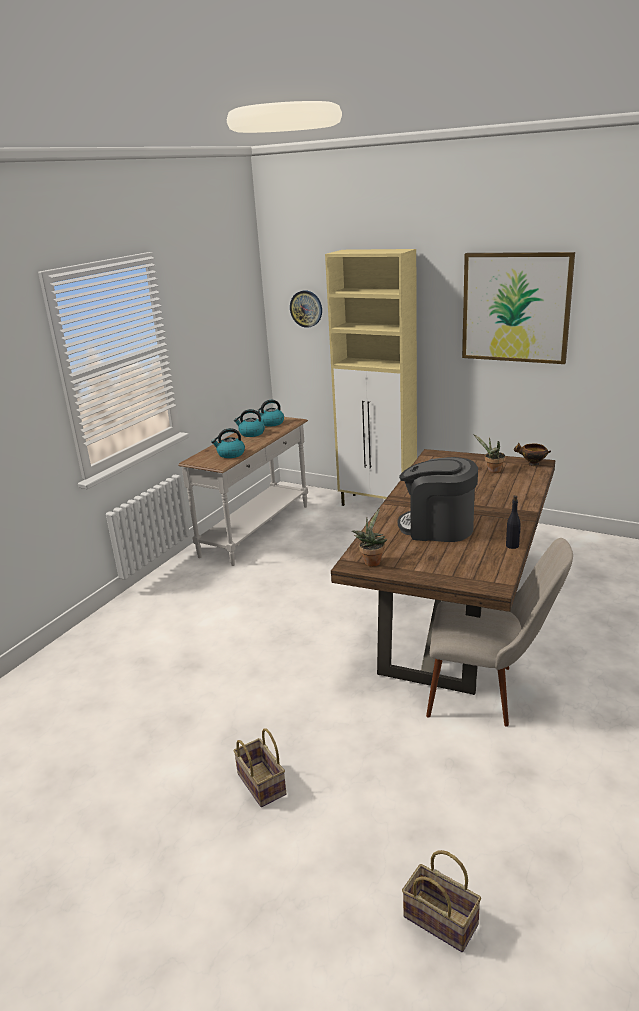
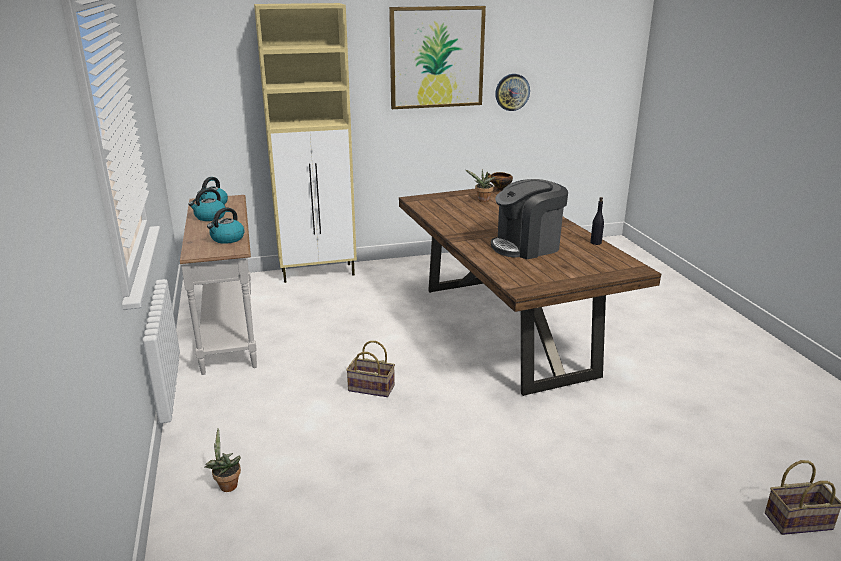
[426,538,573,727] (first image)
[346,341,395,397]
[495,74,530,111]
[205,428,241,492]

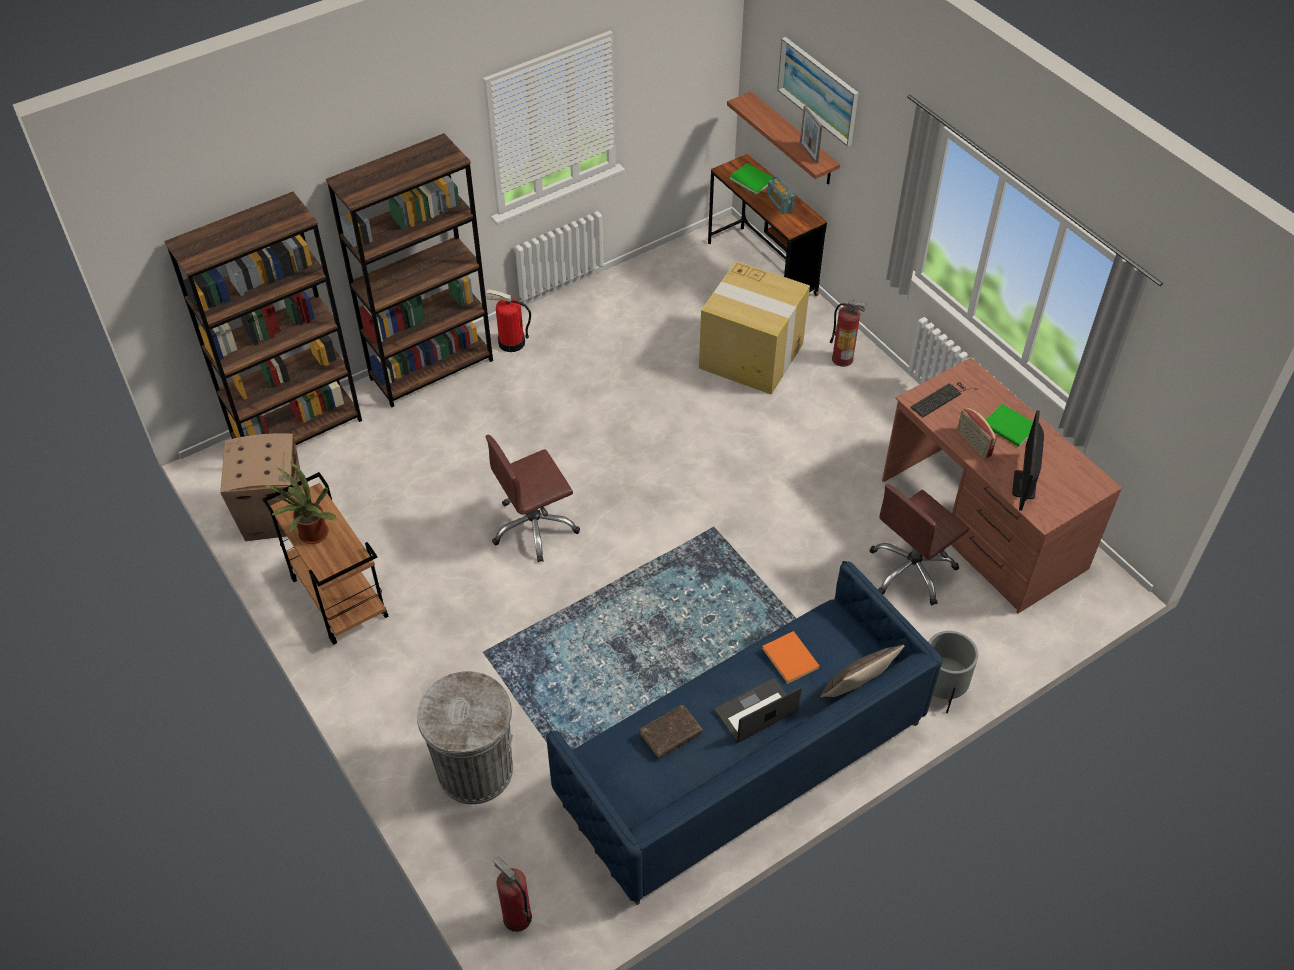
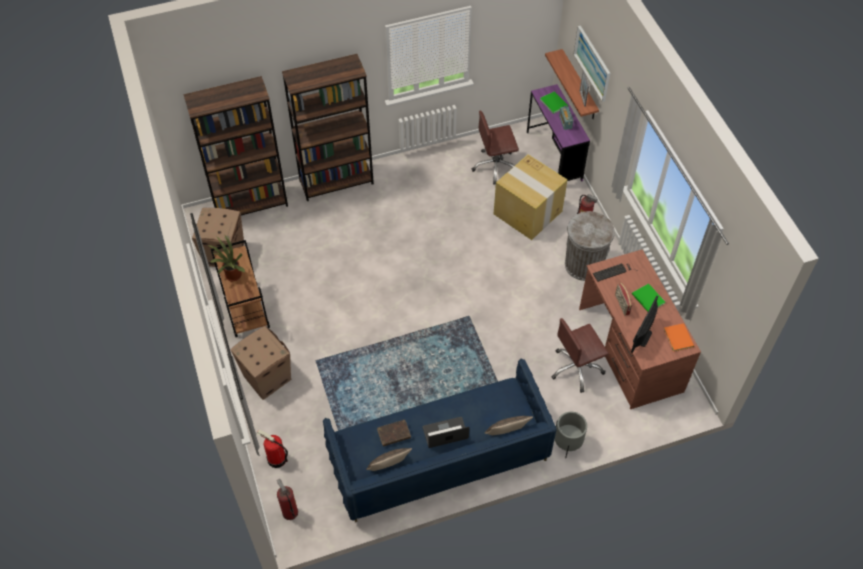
[230,326,292,400]
[367,448,412,471]
[565,211,615,281]
[257,429,288,468]
[472,110,519,185]
[664,323,694,352]
[527,84,590,181]

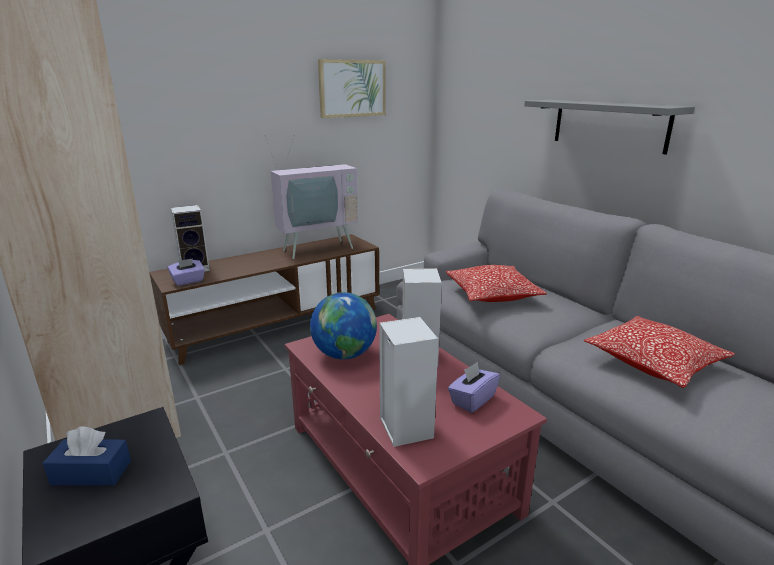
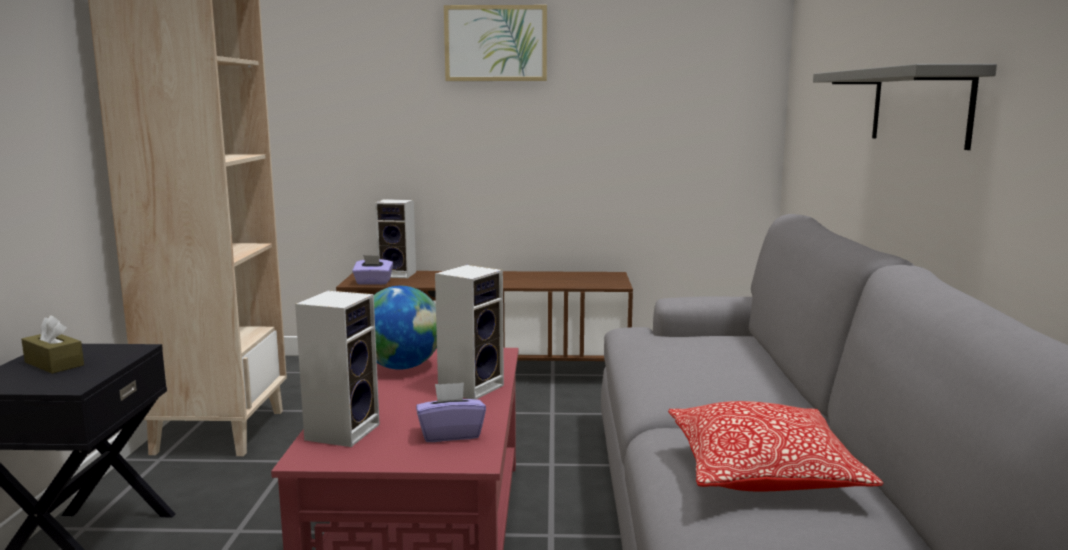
[265,135,358,259] (first image)
[446,265,546,302] (first image)
[444,5,547,81]
[21,315,84,374]

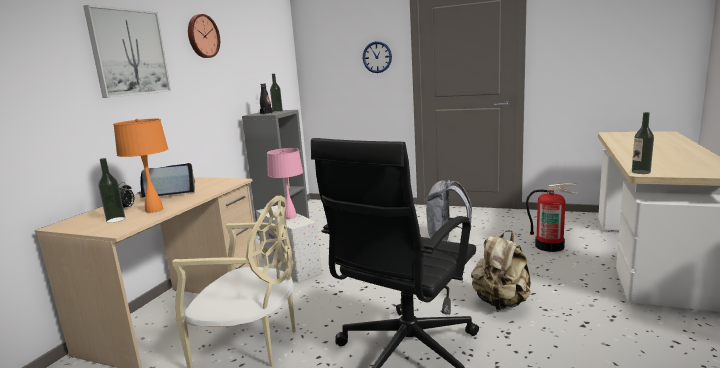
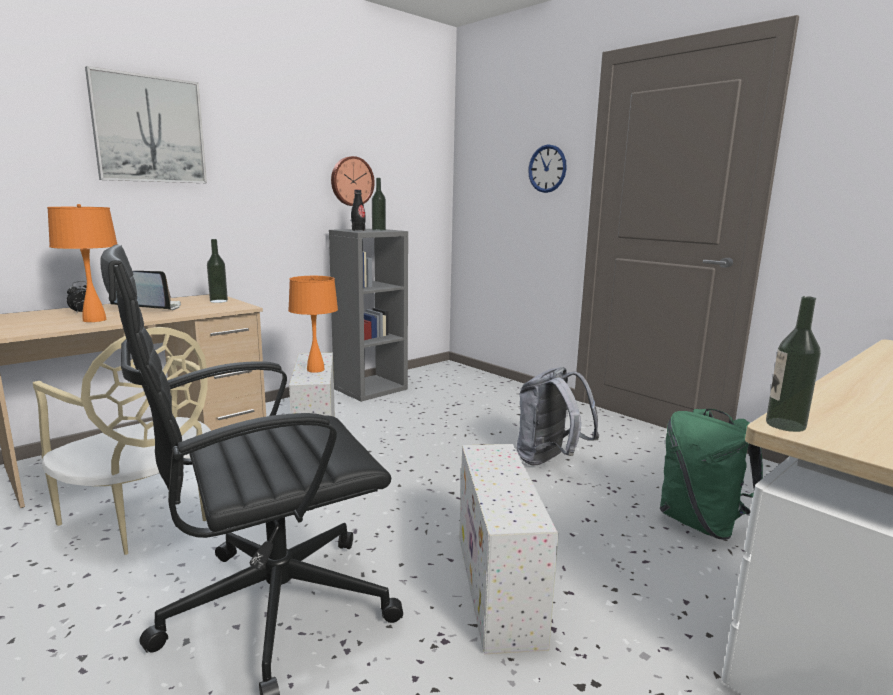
[207,239,228,303]
[331,156,375,206]
[459,444,559,654]
[660,408,763,540]
[288,276,338,373]

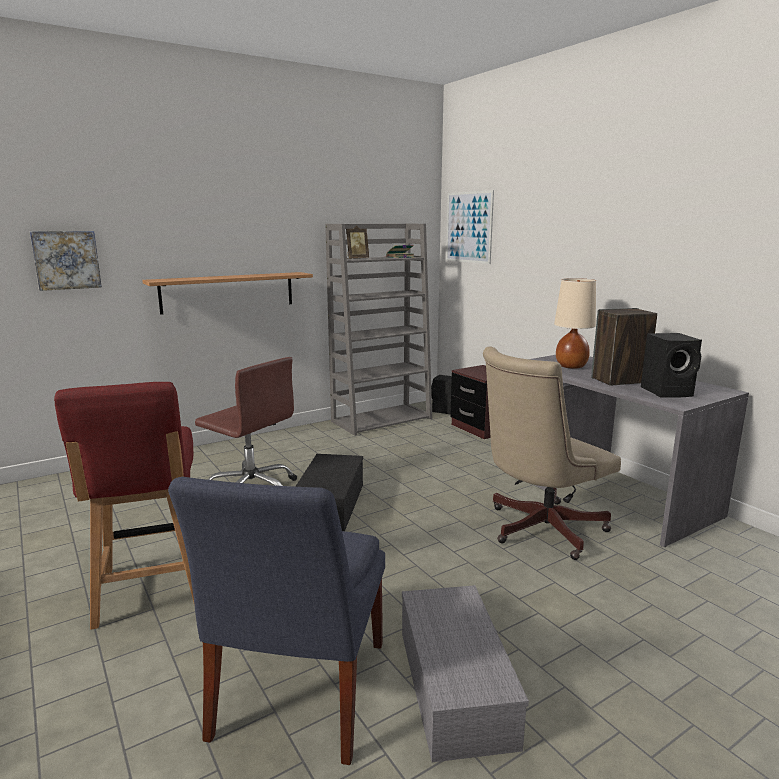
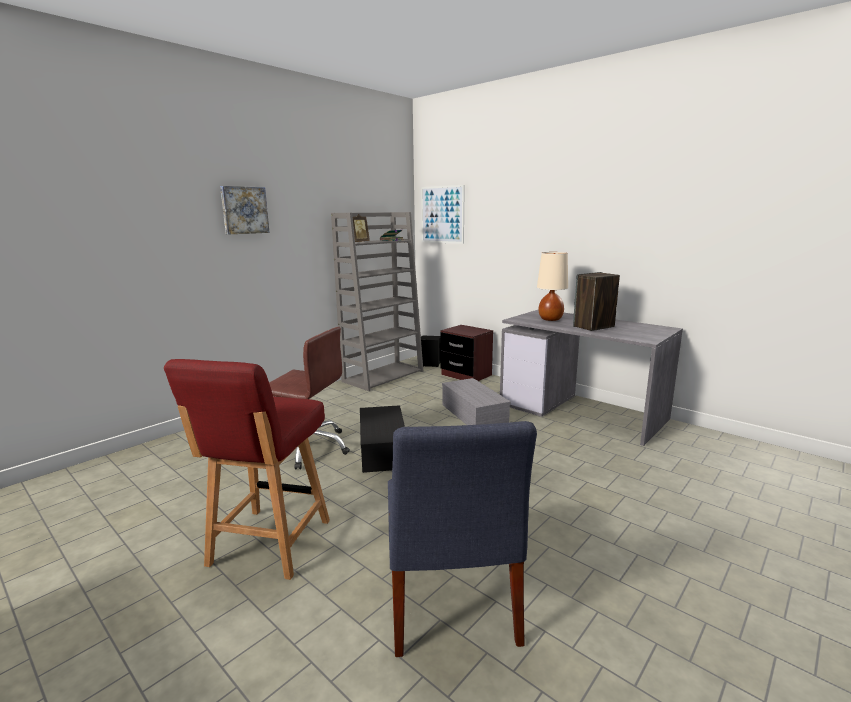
[142,272,313,315] (first image)
[483,346,621,560] (first image)
[641,333,702,398] (first image)
[220,186,270,234]
[442,378,511,425]
[164,359,330,580]

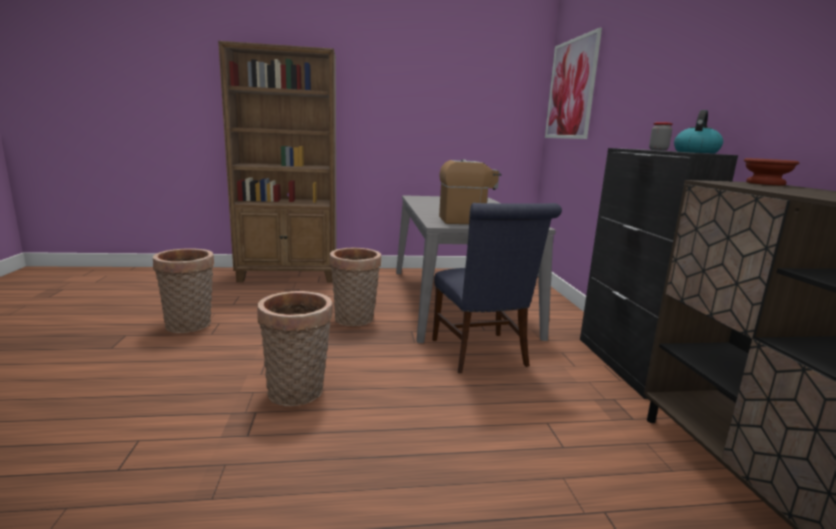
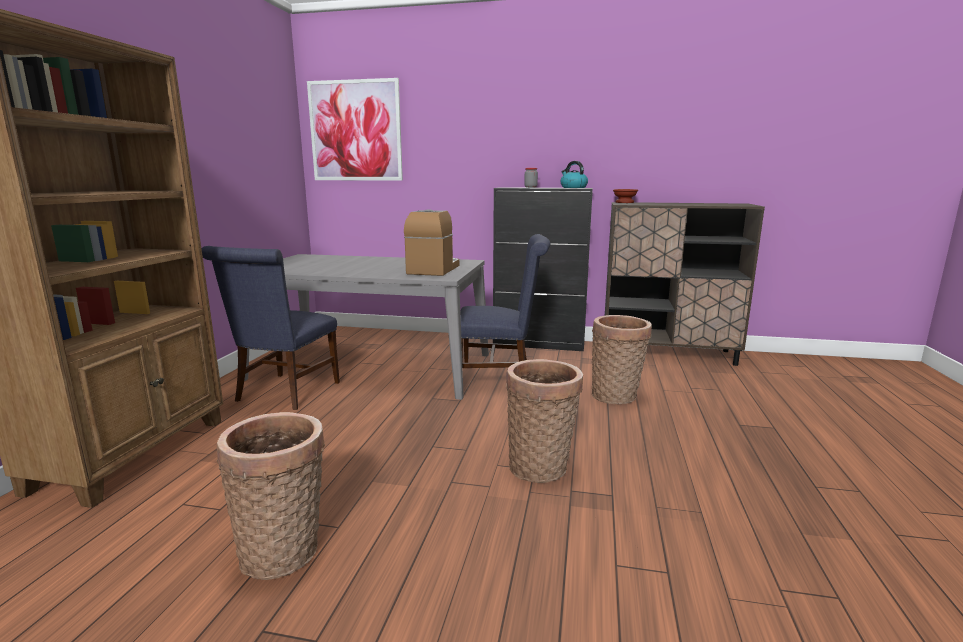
[201,246,340,410]
[592,315,652,404]

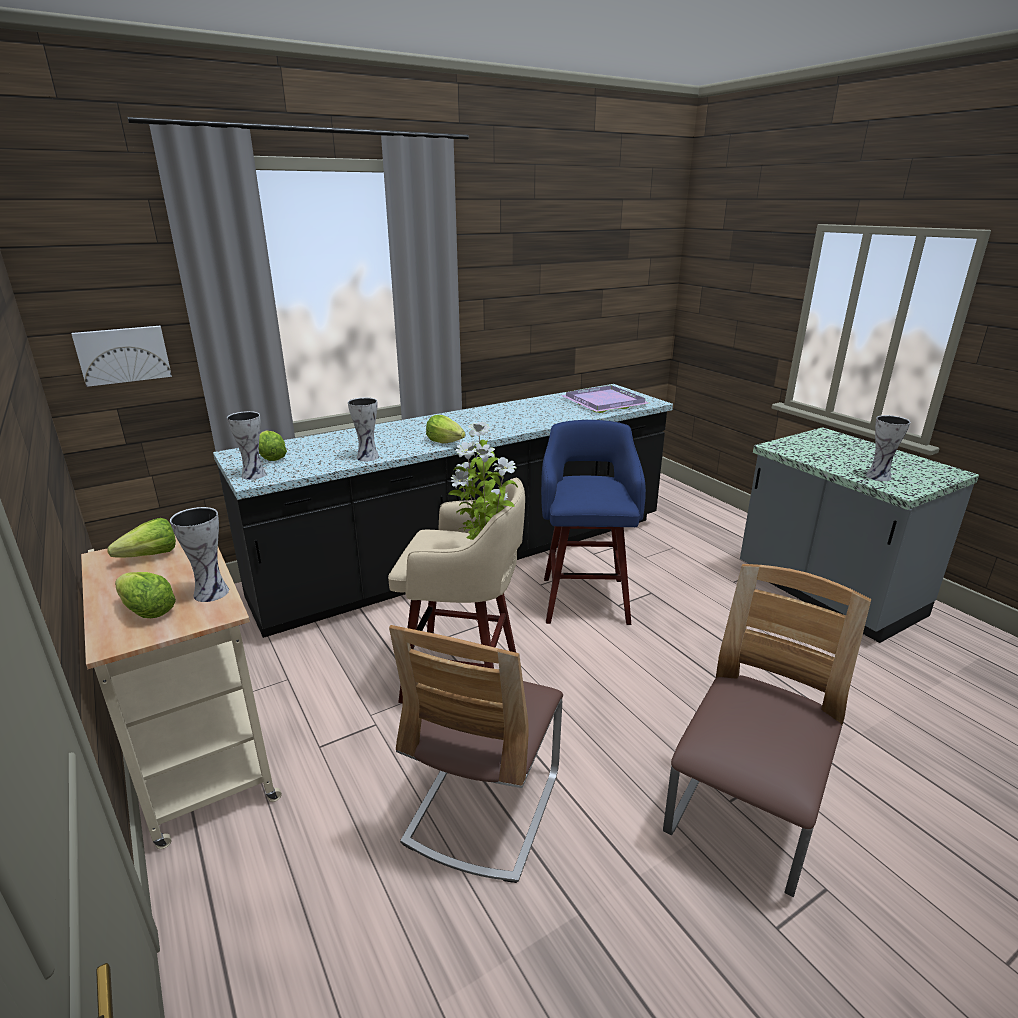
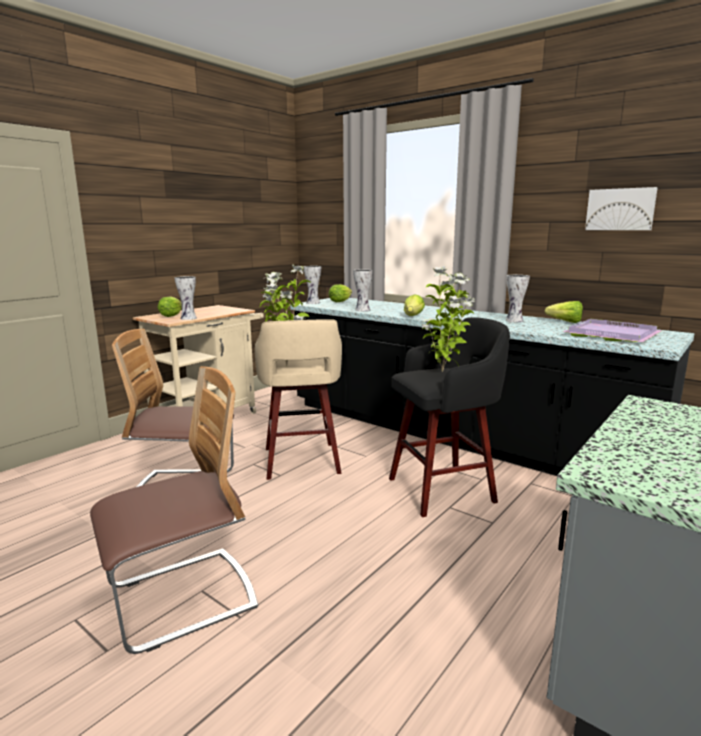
[421,266,474,372]
[585,187,658,230]
[545,301,583,323]
[505,275,530,322]
[389,317,510,517]
[90,366,258,654]

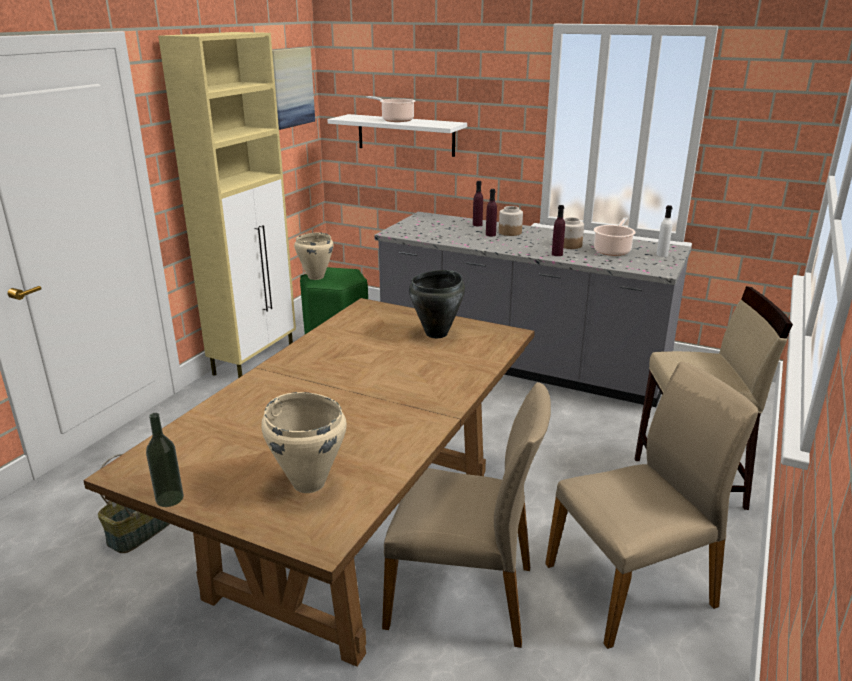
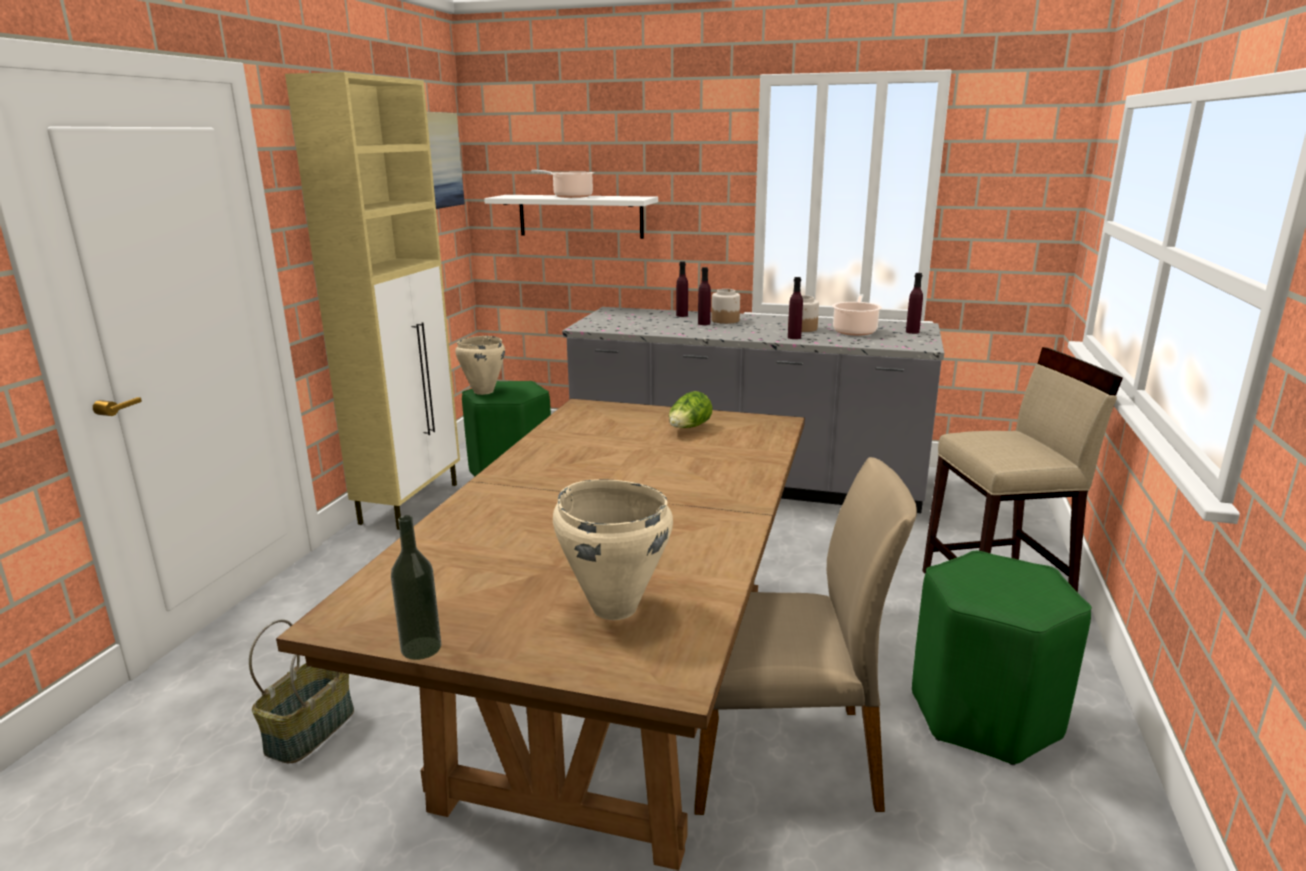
[669,391,713,428]
[912,550,1092,765]
[906,273,923,334]

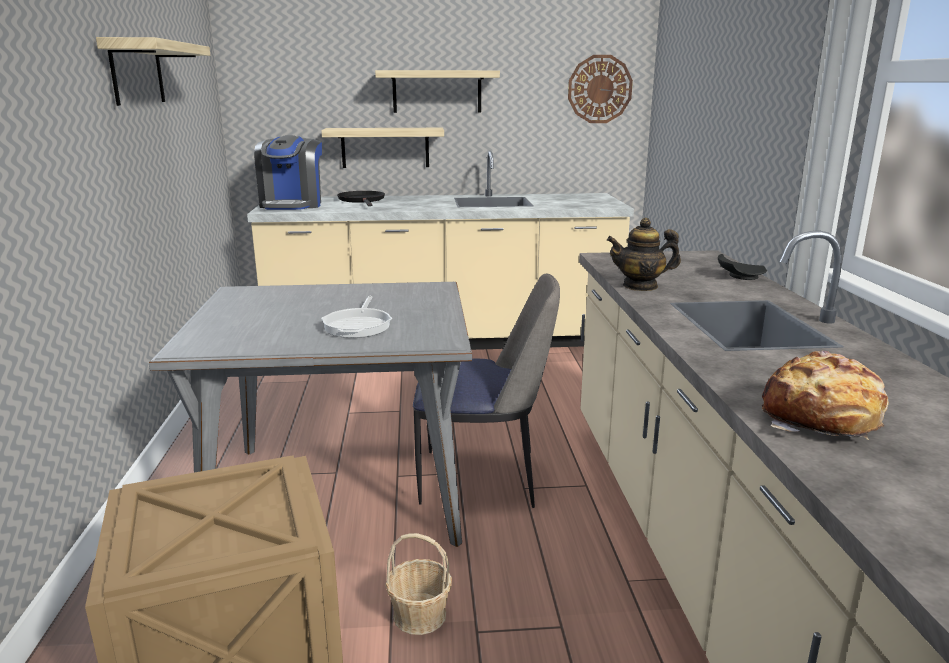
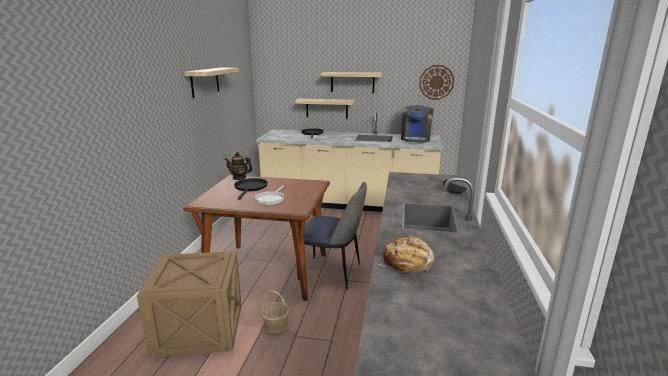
[234,178,268,200]
[401,105,434,142]
[225,152,253,180]
[183,175,330,301]

